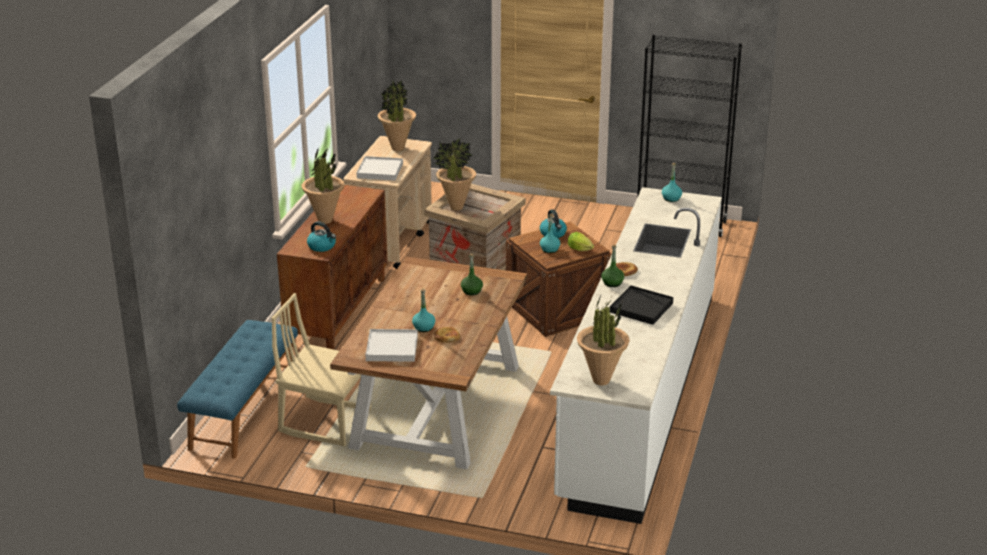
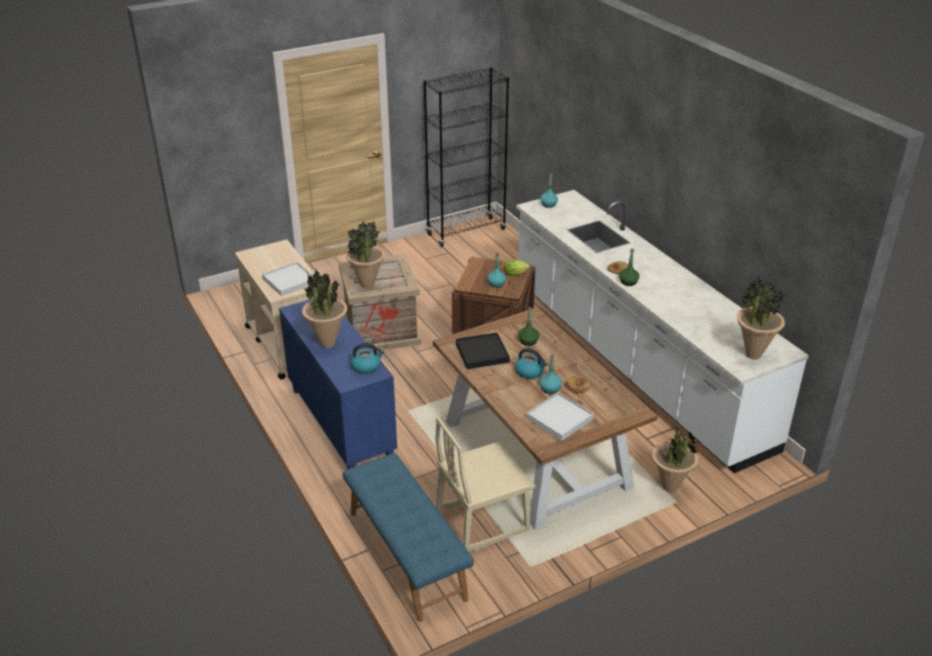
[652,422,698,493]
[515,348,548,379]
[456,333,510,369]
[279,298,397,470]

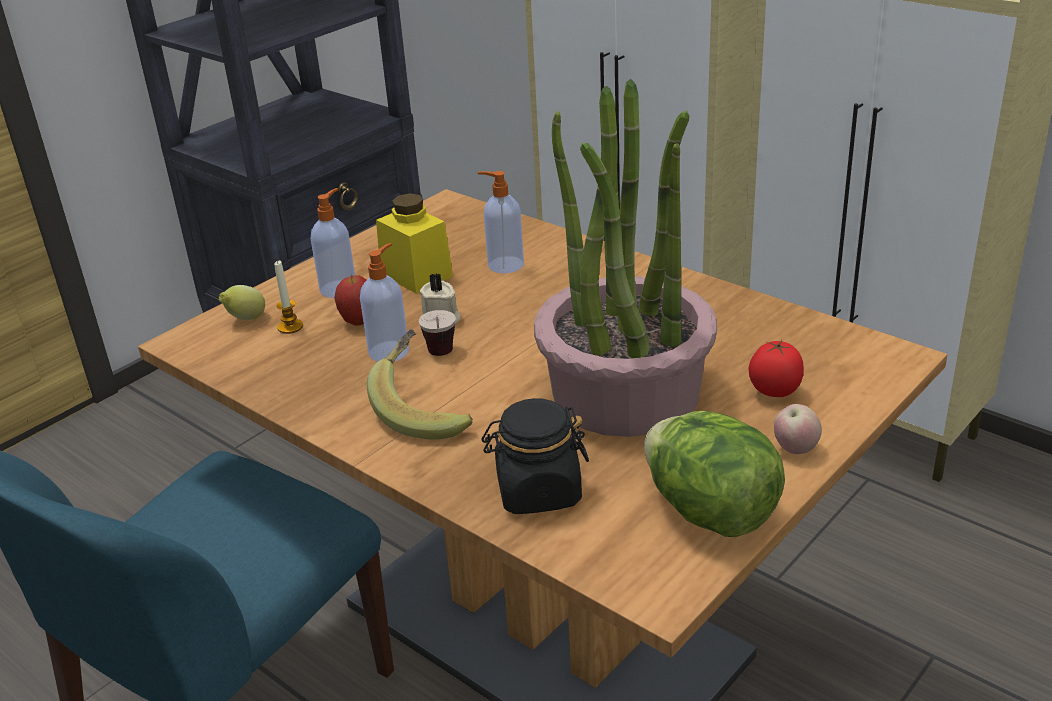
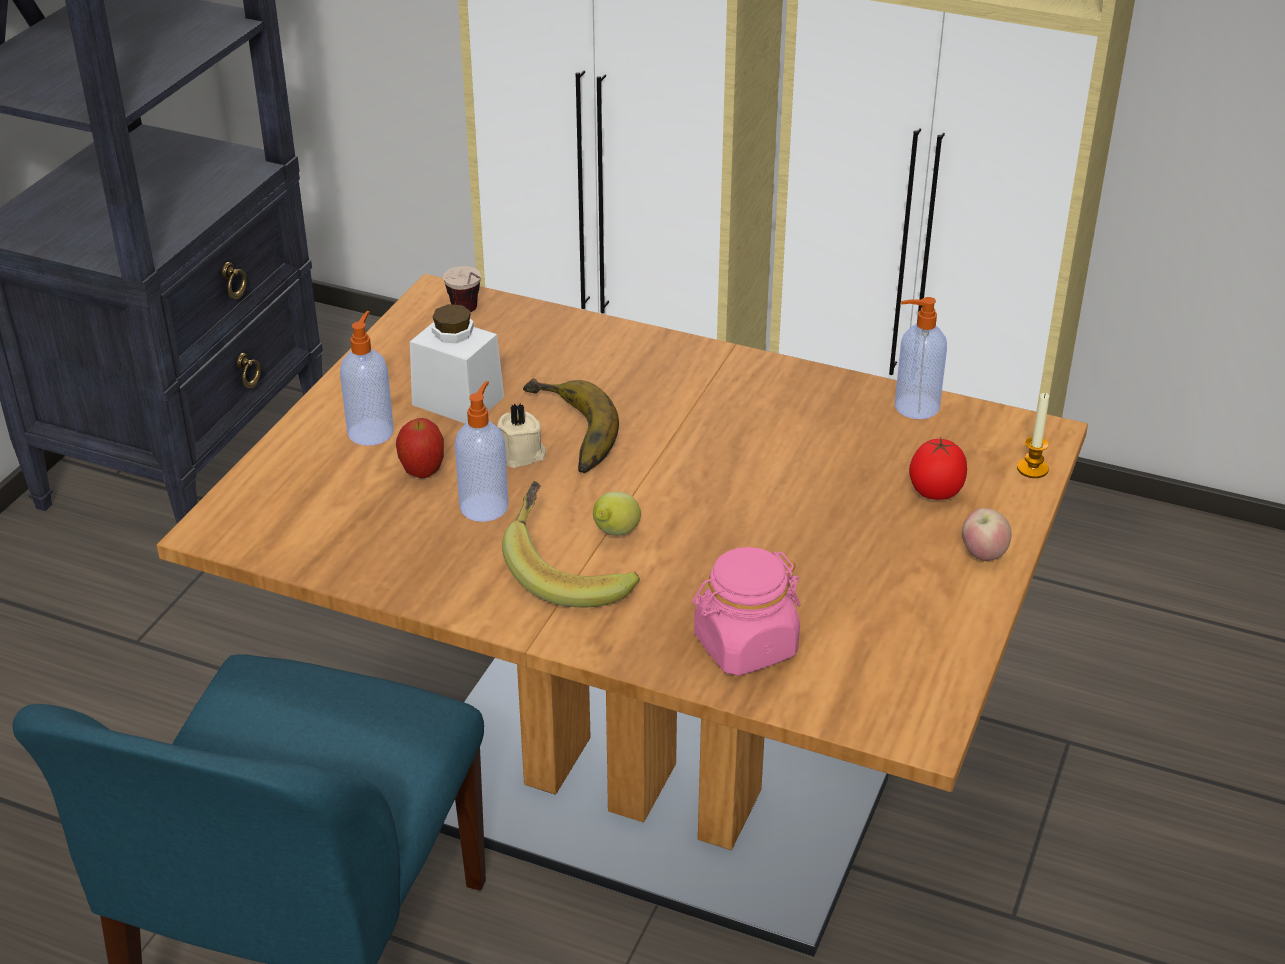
[534,79,717,437] (first image)
[644,411,785,537] (first image)
[523,379,619,473]
[593,492,641,536]
[1017,393,1049,478]
[443,266,481,312]
[895,297,947,419]
[410,304,504,424]
[692,547,801,676]

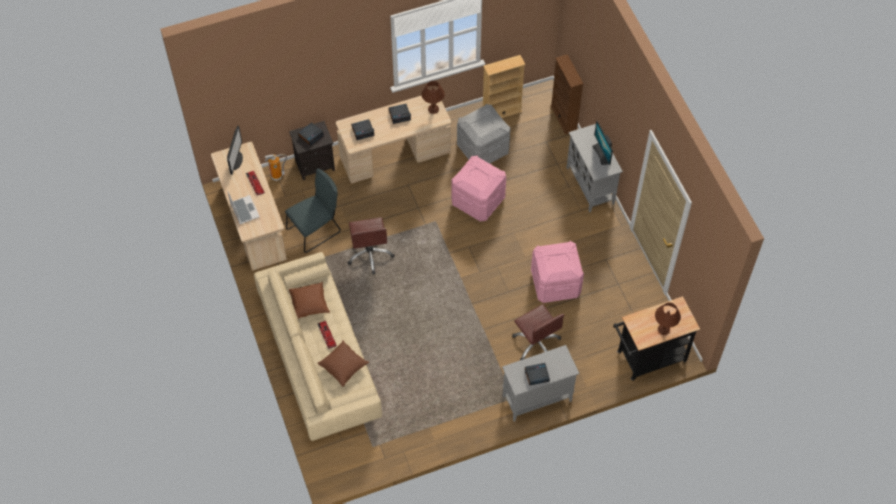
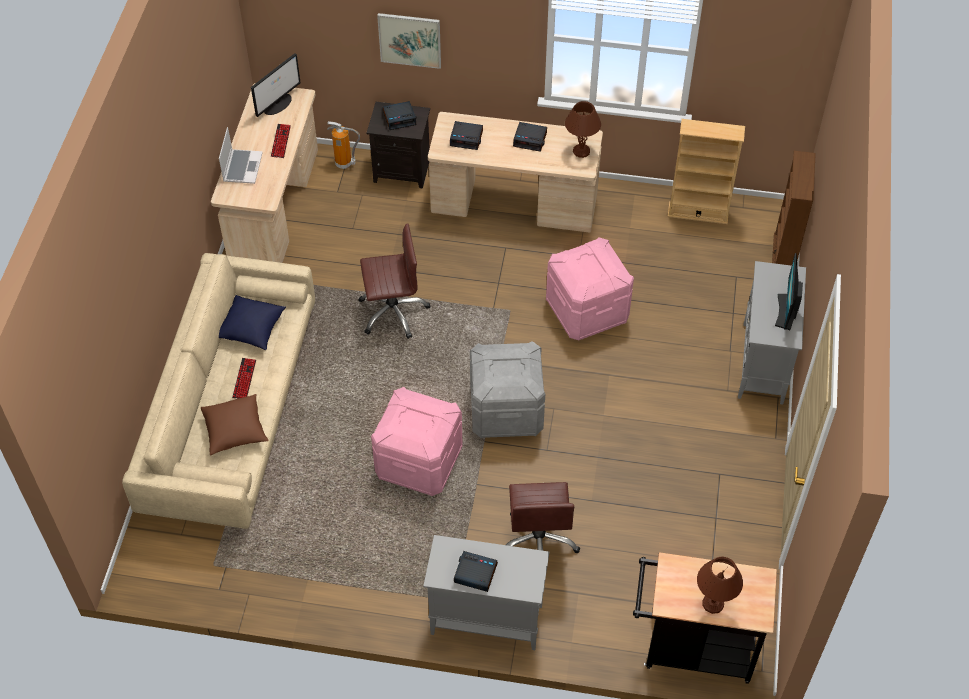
[285,169,341,253] (first image)
[377,13,441,69]
[470,341,545,438]
[371,387,463,496]
[219,295,286,350]
[358,223,431,339]

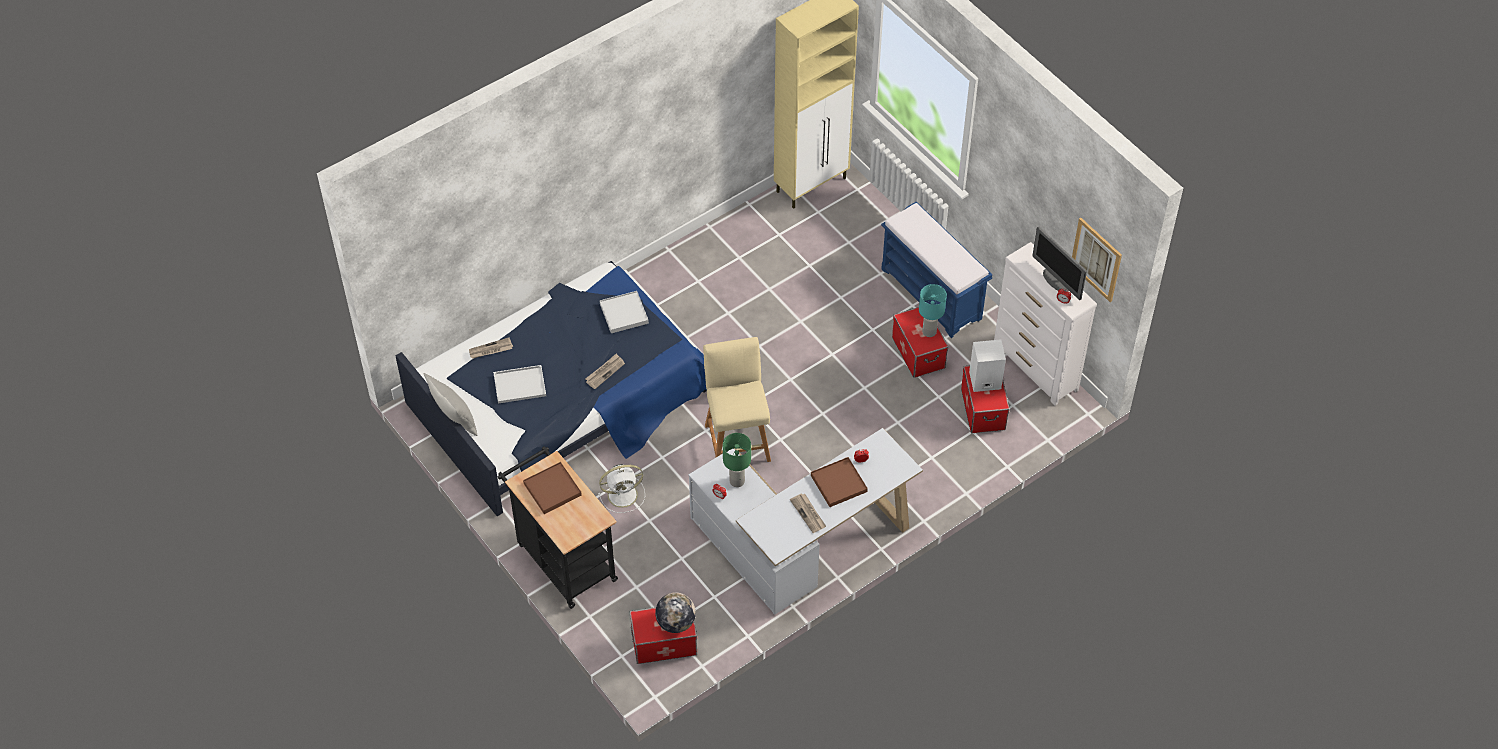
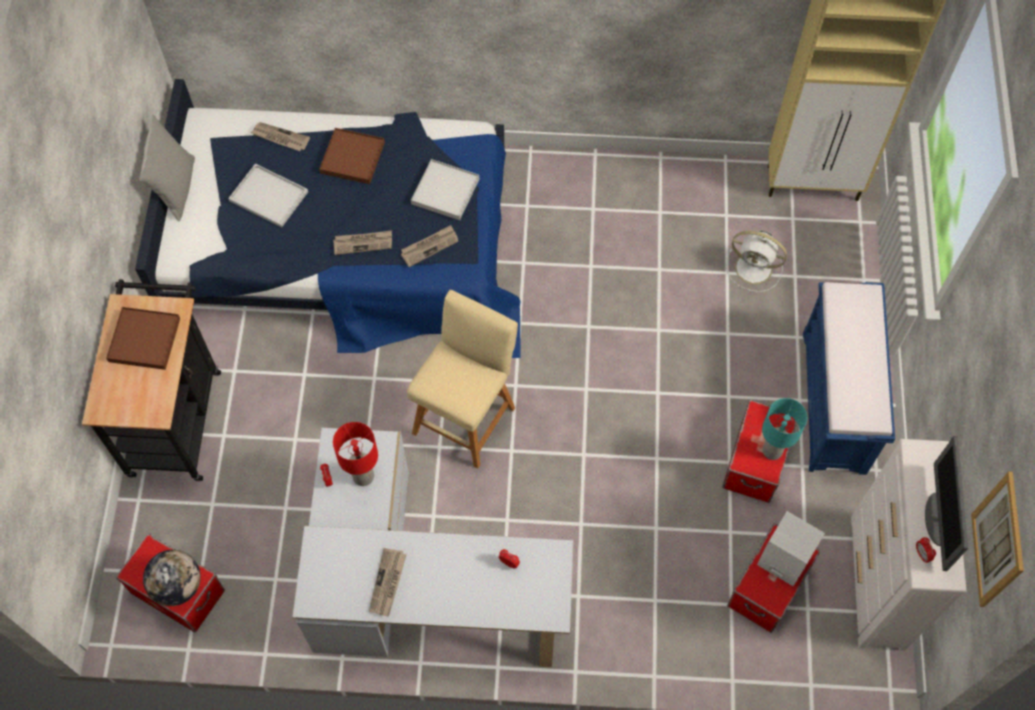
[401,225,458,267]
[726,231,787,292]
[319,128,385,184]
[333,422,378,486]

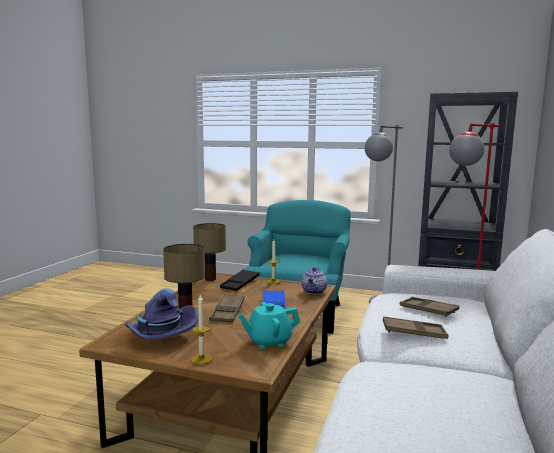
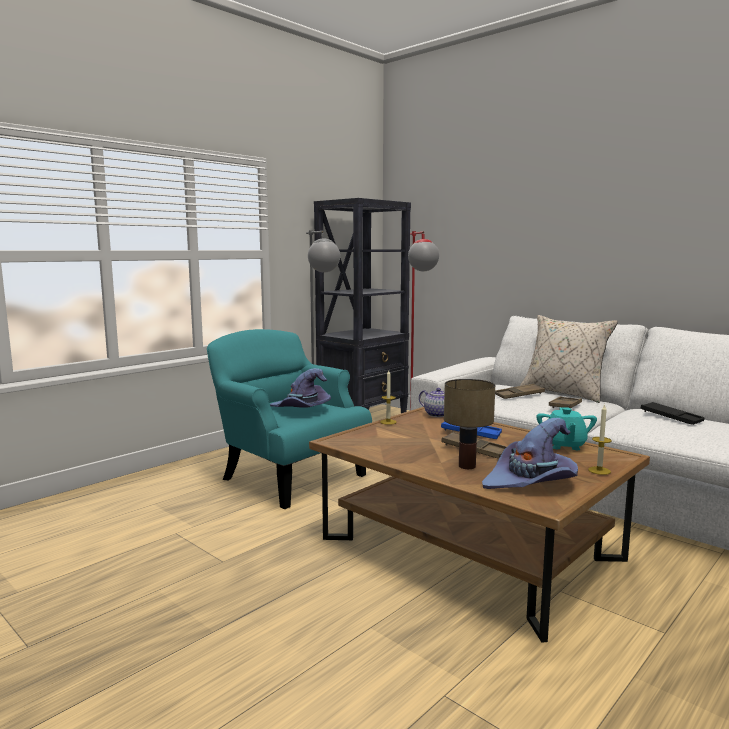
[193,223,226,281] (first image)
[270,368,331,408]
[520,315,618,403]
[641,402,704,425]

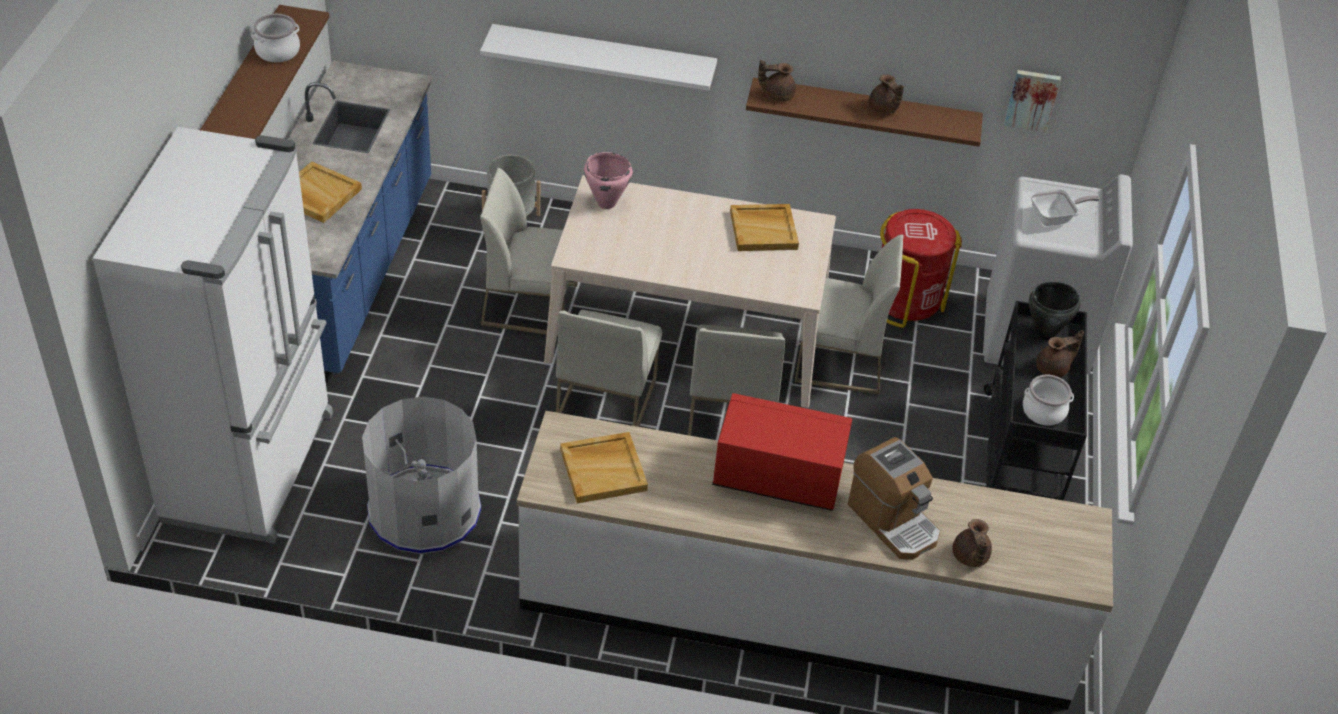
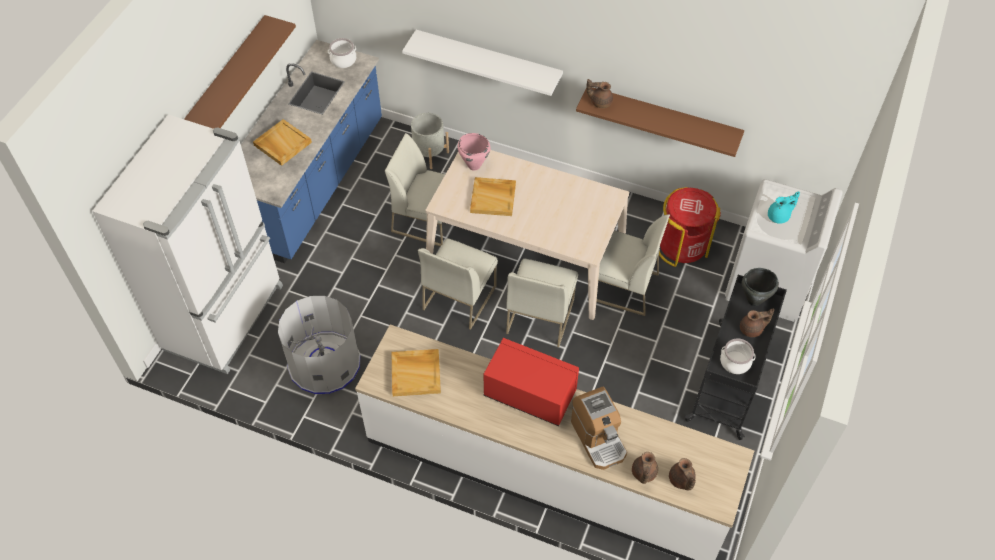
[1004,70,1061,132] (first image)
[328,38,356,68]
[470,177,516,216]
[669,458,696,491]
[768,191,800,224]

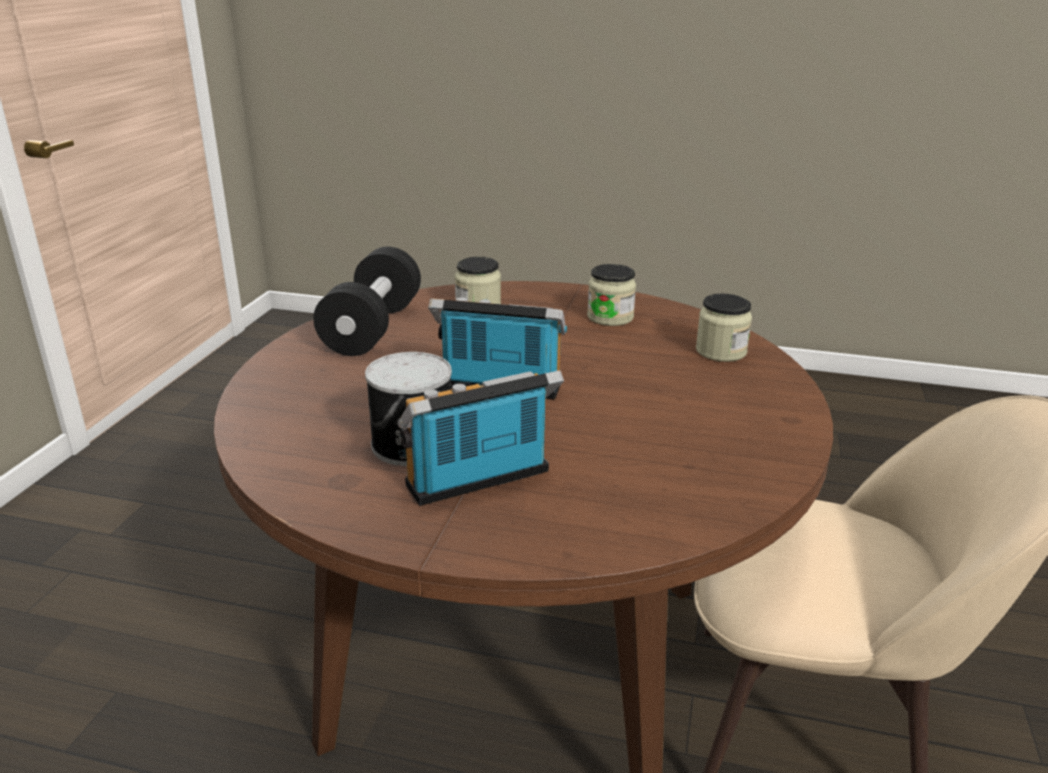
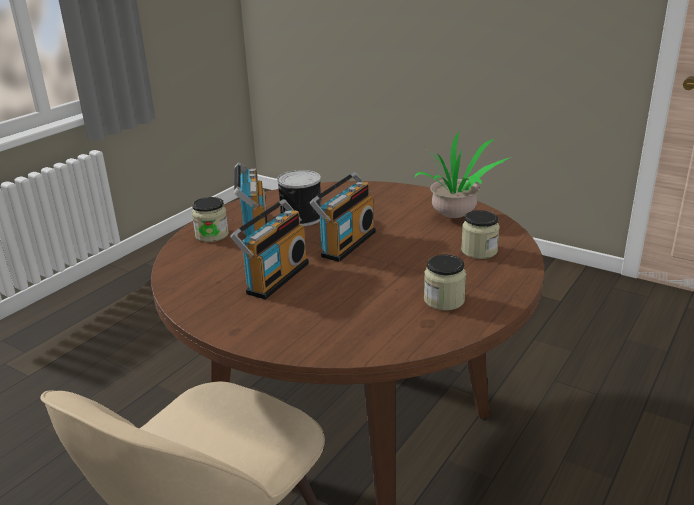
[230,199,309,300]
[192,197,229,242]
[415,132,511,218]

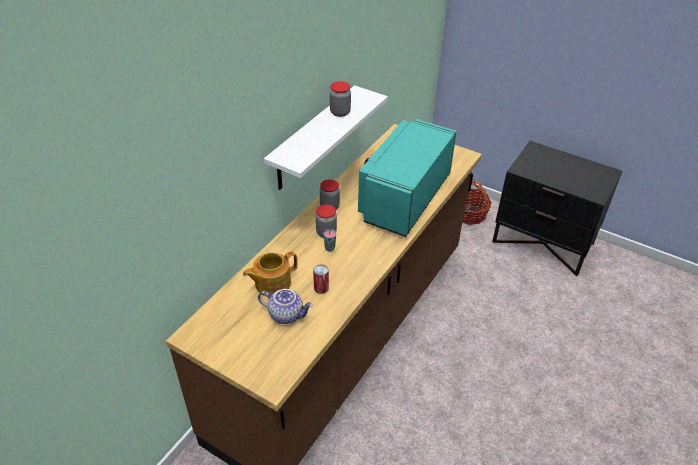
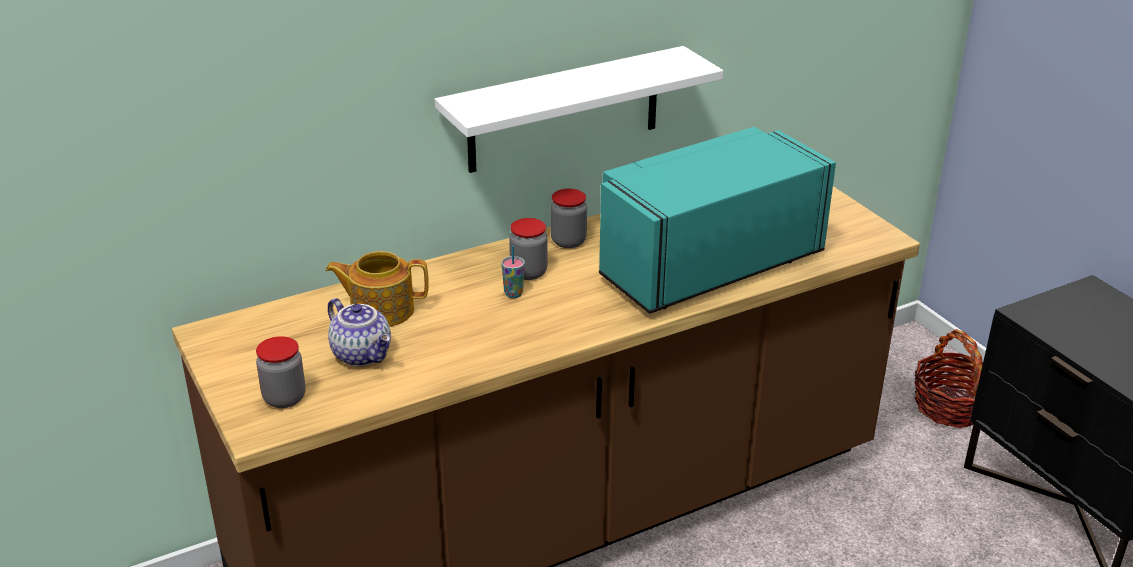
[313,265,329,294] (first image)
[256,336,305,408]

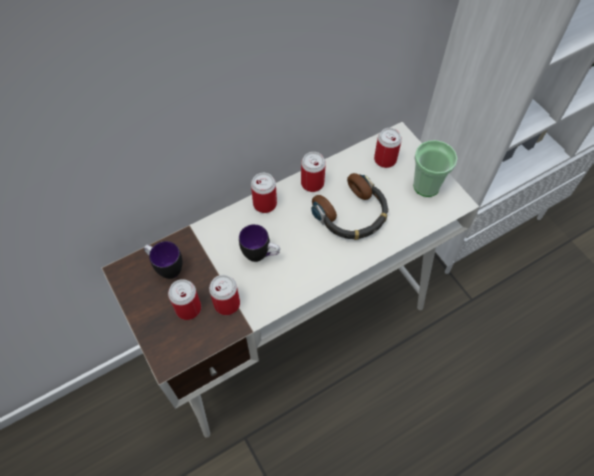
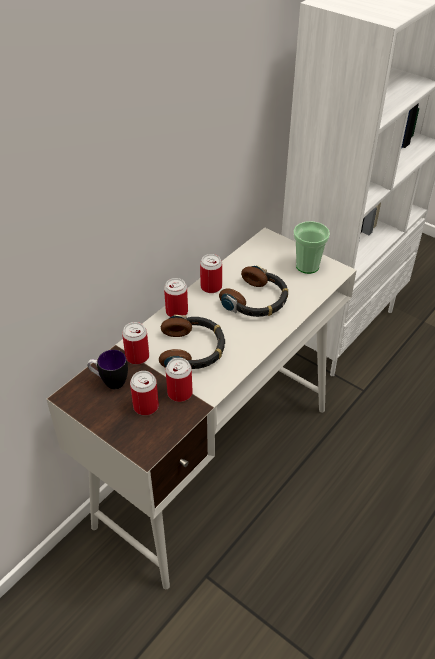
[122,322,149,365]
[159,315,225,369]

